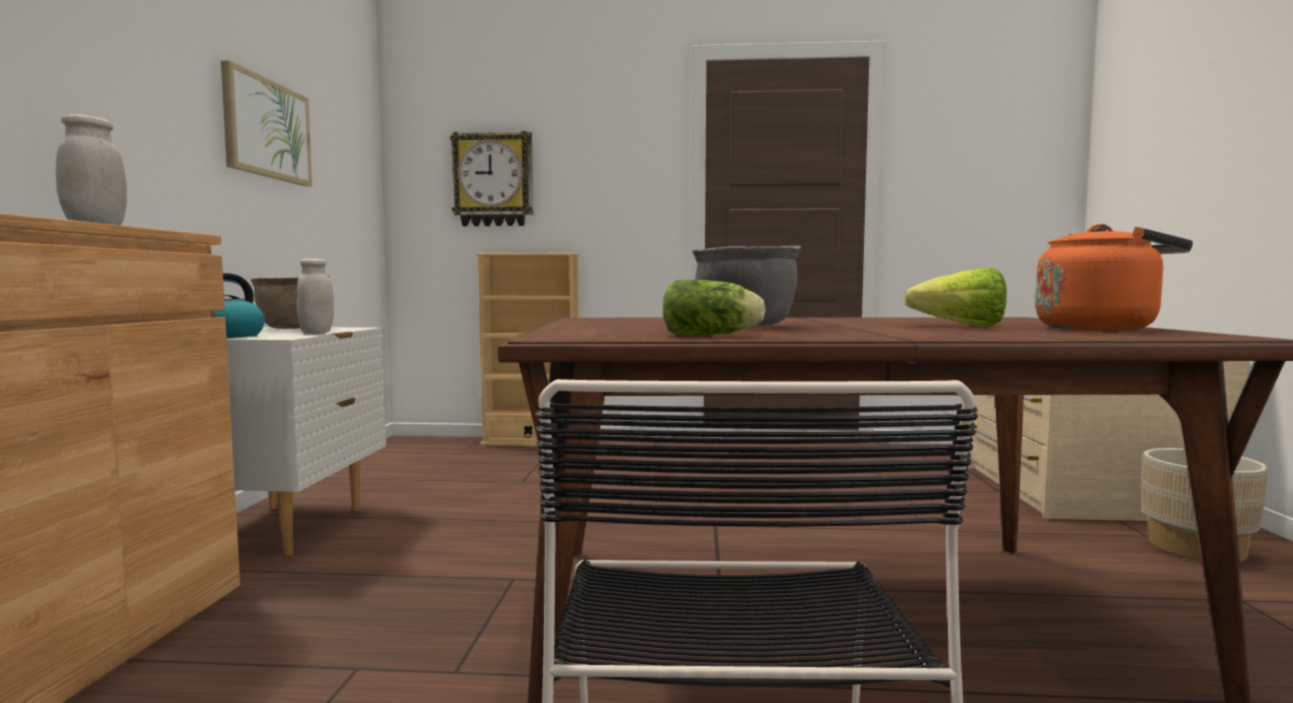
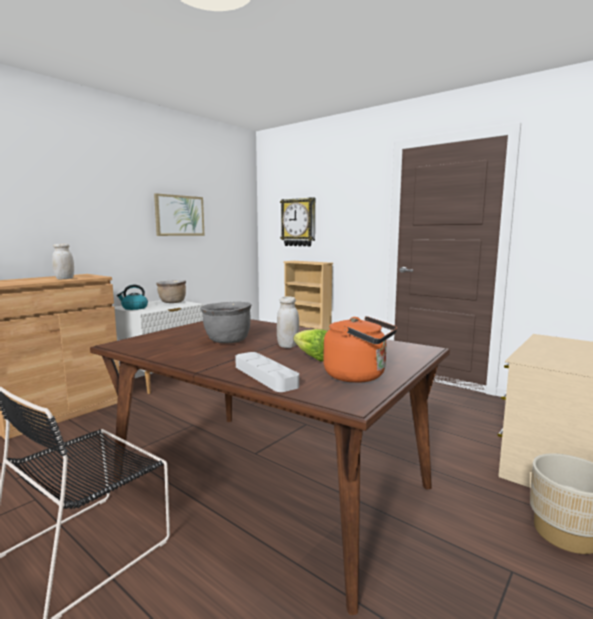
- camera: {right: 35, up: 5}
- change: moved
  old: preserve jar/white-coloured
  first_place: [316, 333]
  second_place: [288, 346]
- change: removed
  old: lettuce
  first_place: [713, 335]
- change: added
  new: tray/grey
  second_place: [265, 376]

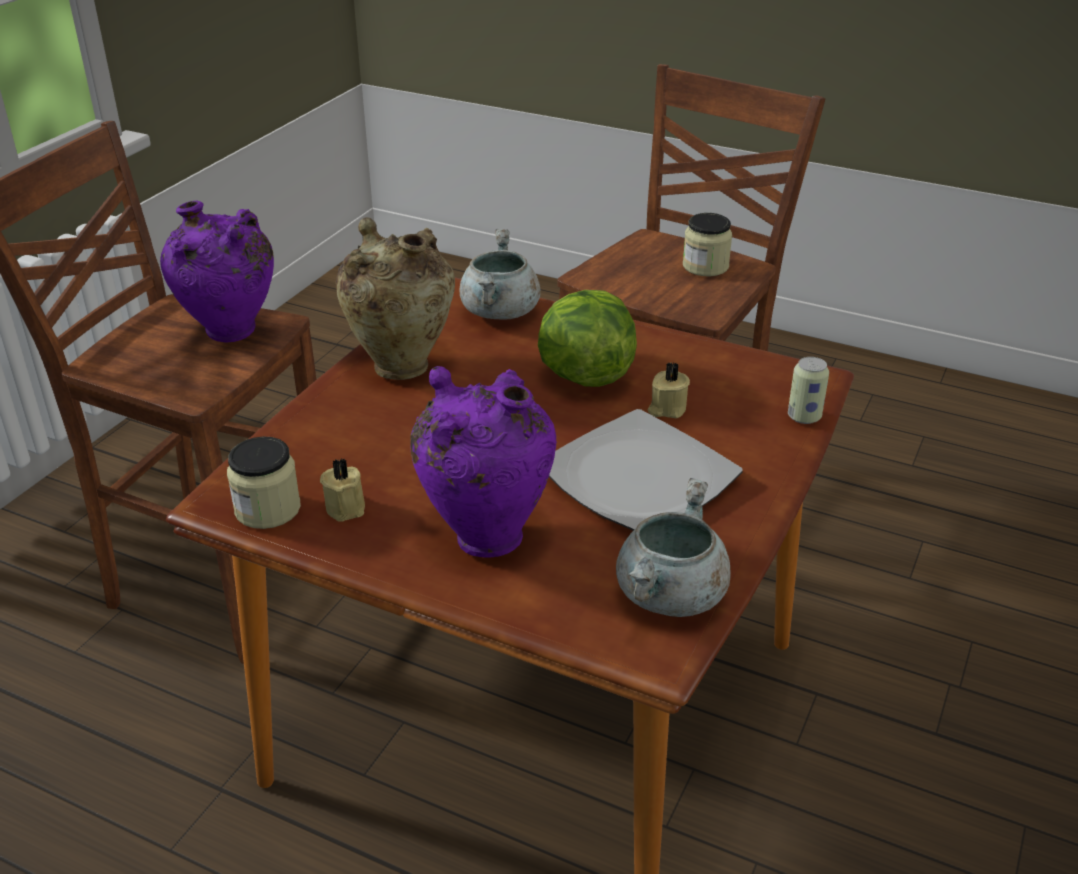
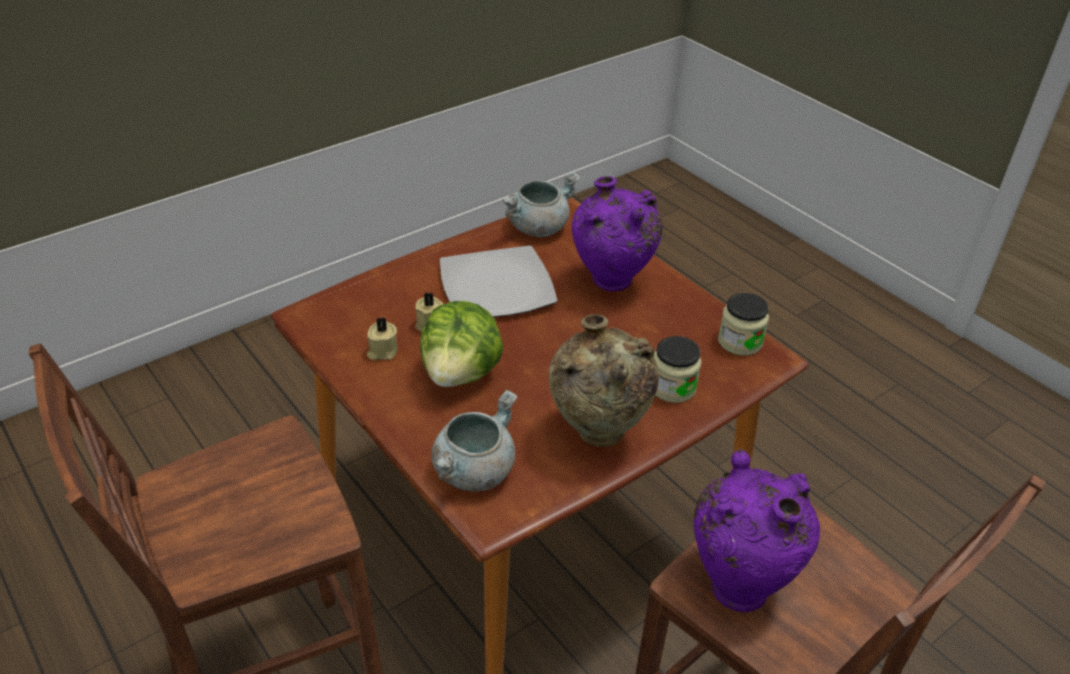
- camera: {right: -155, up: 5}
- change: moved
  old: preserve jar
  first_place: [705, 266]
  second_place: [672, 387]
- change: removed
  old: can
  first_place: [804, 417]
- change: moved
  old: candle/beige
  first_place: [347, 506]
  second_place: [382, 351]

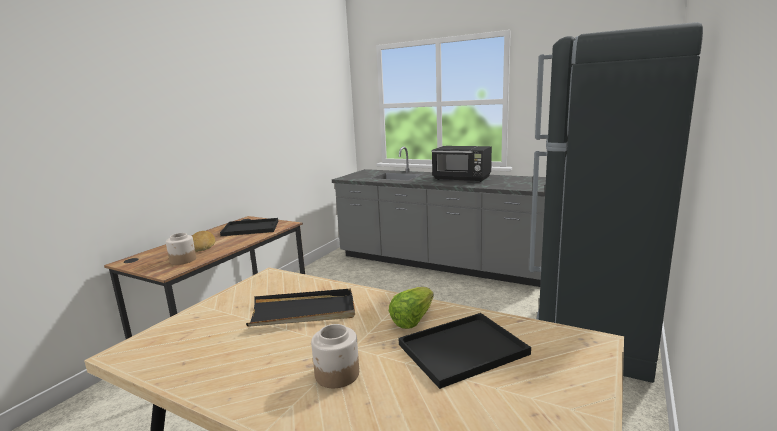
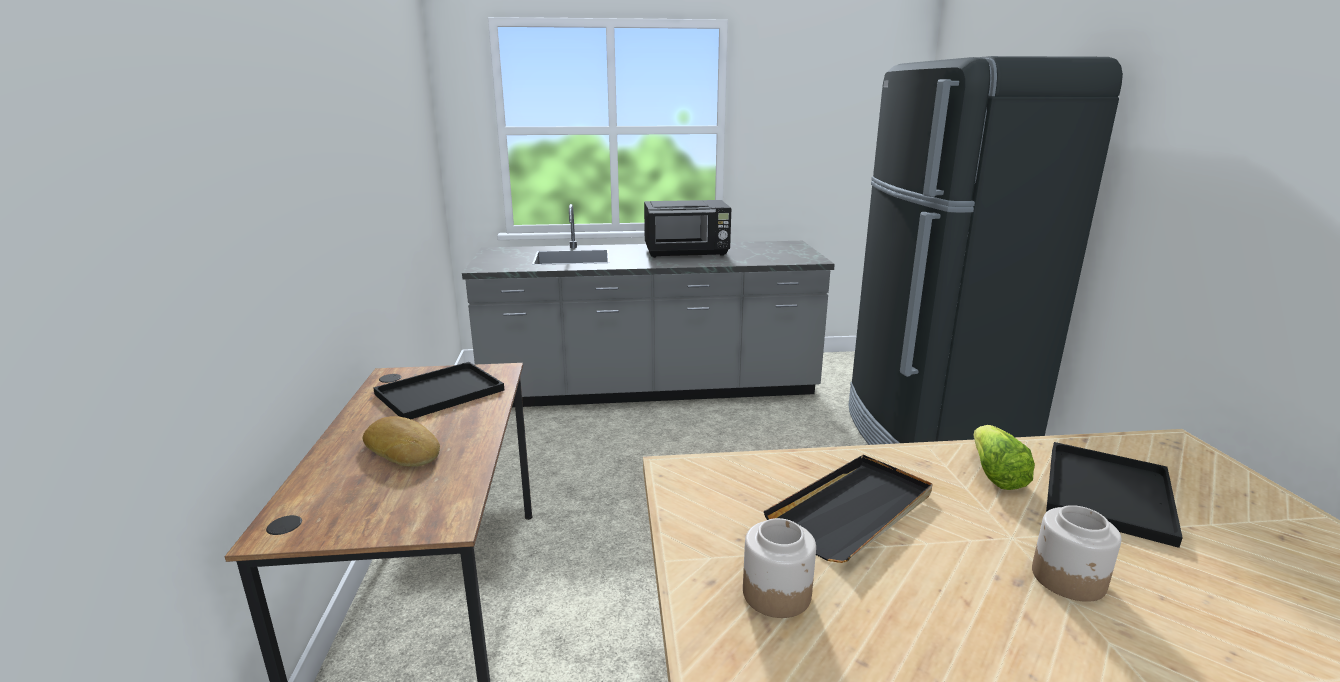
- camera: {right: -35, up: 5}
- change: moved
  old: preserve jar
  first_place: [183, 260]
  second_place: [777, 593]

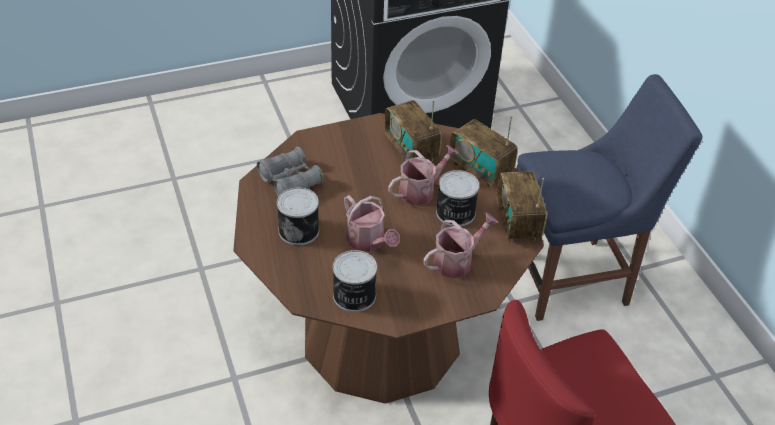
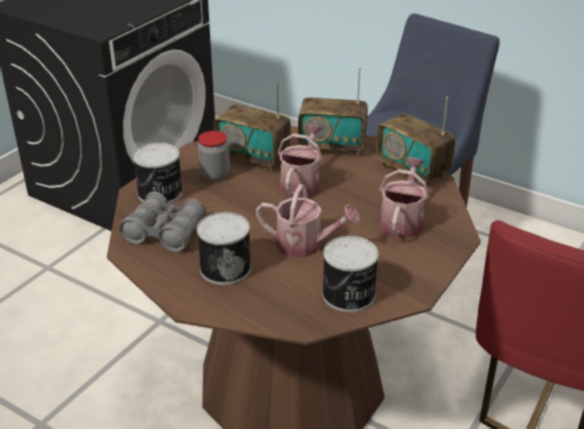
- camera: {right: -35, up: -10}
- change: moved
  old: can
  first_place: [455, 213]
  second_place: [160, 193]
- change: added
  new: preserve jar
  second_place: [214, 175]

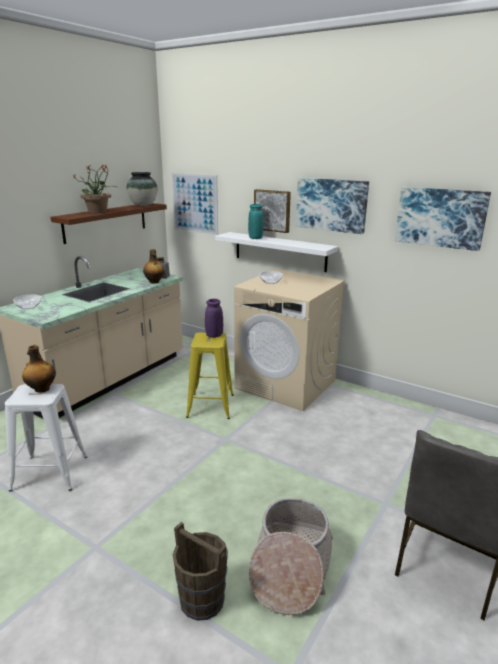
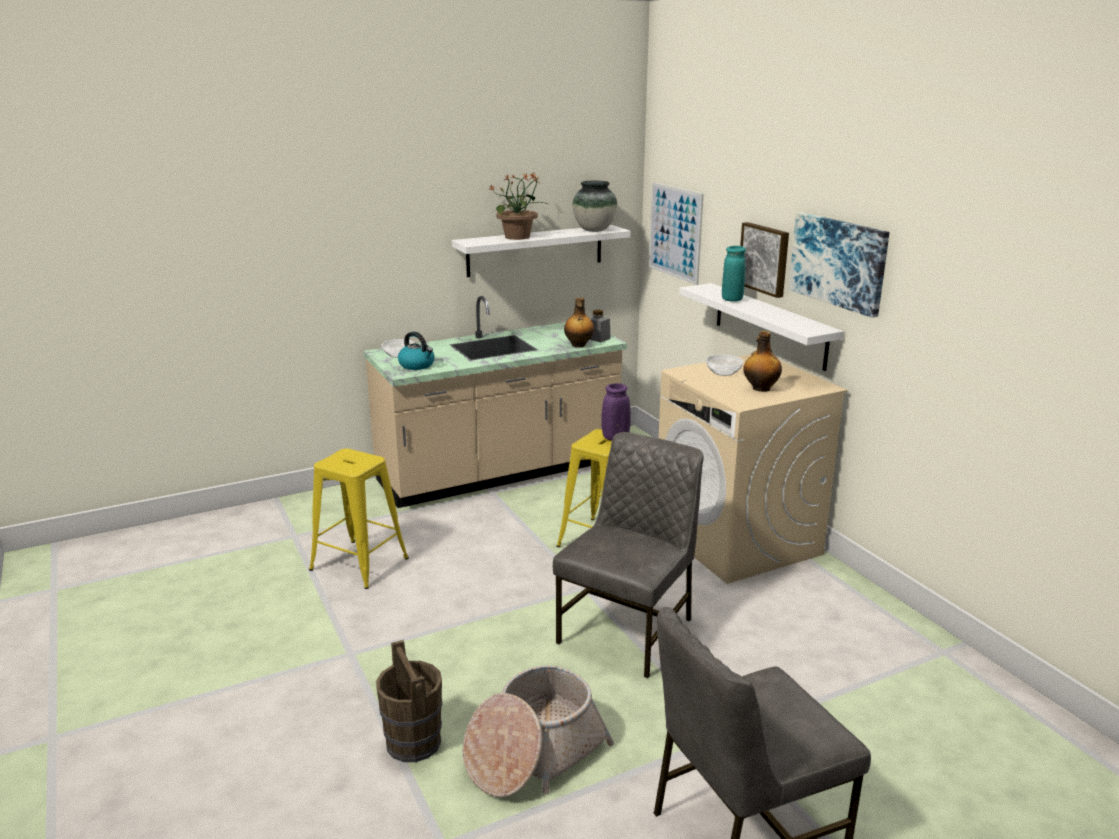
- camera: {right: 30, up: 0}
- change: removed
  old: picture
  first_place: [440, 217]
- change: recoloured
  old: shelf/brown
  new: shelf/white-coloured
  first_place: [106, 222]
  second_place: [535, 250]
- change: moved
  old: beverage bottle
  first_place: [41, 389]
  second_place: [760, 388]
- change: recoloured
  old: sitting stool/white-coloured
  new: sitting stool/yellow
  first_place: [50, 473]
  second_place: [359, 564]
- change: added
  new: tea kettle
  second_place: [417, 365]
- change: added
  new: chair/grey
  second_place: [629, 630]

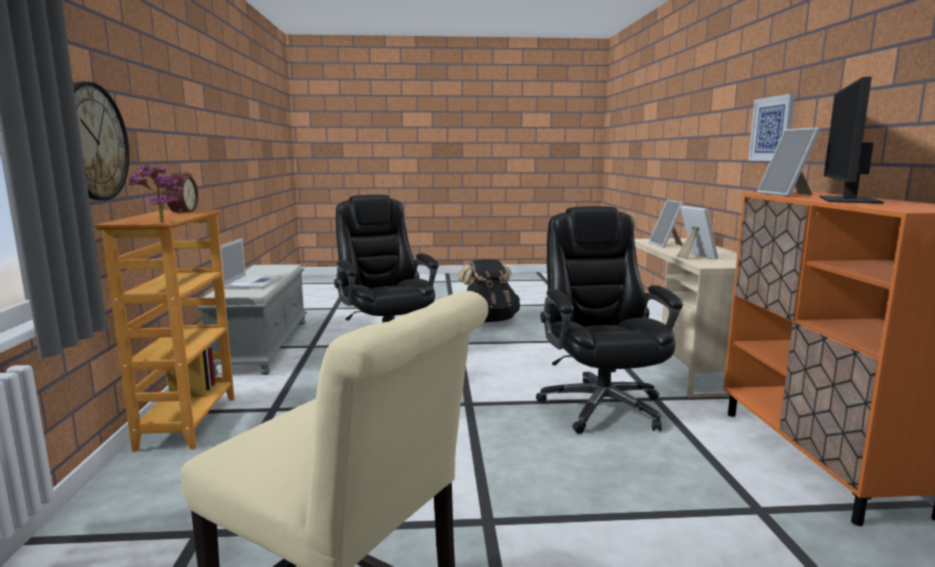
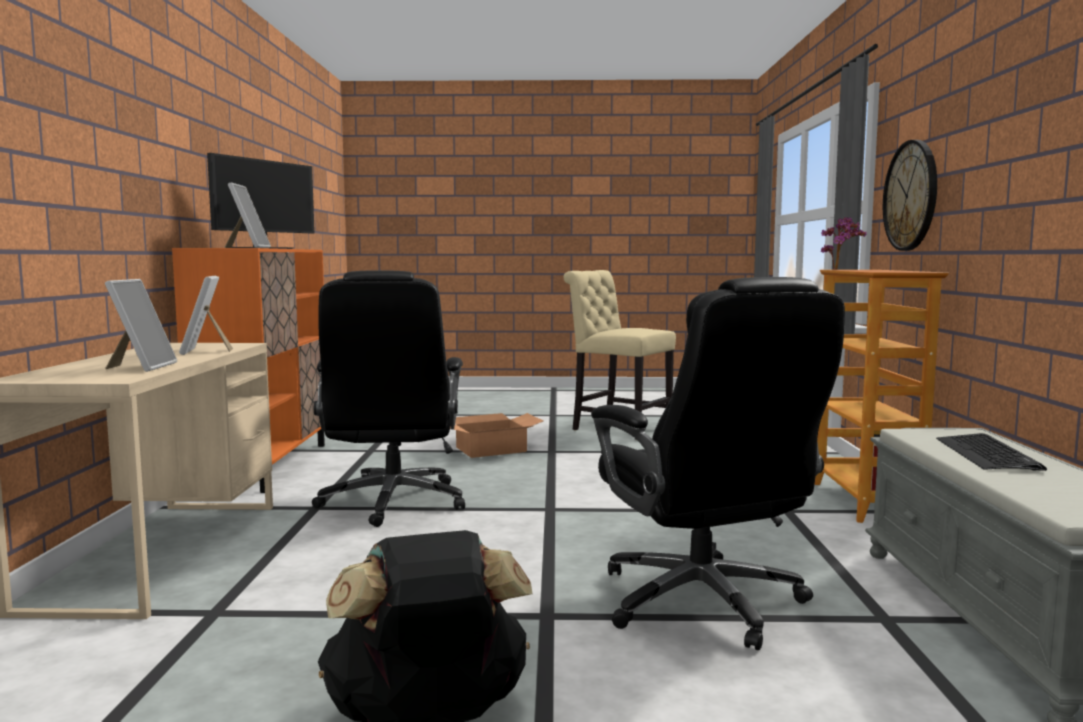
- camera: {right: -175, up: -5}
- change: removed
  old: picture
  first_place: [772, 129]
- change: removed
  old: alarm clock
  first_place: [181, 212]
- change: replaced
  old: portable computer
  new: keyboard
  first_place: [252, 282]
  second_place: [987, 454]
- change: added
  new: cardboard box
  second_place: [491, 449]

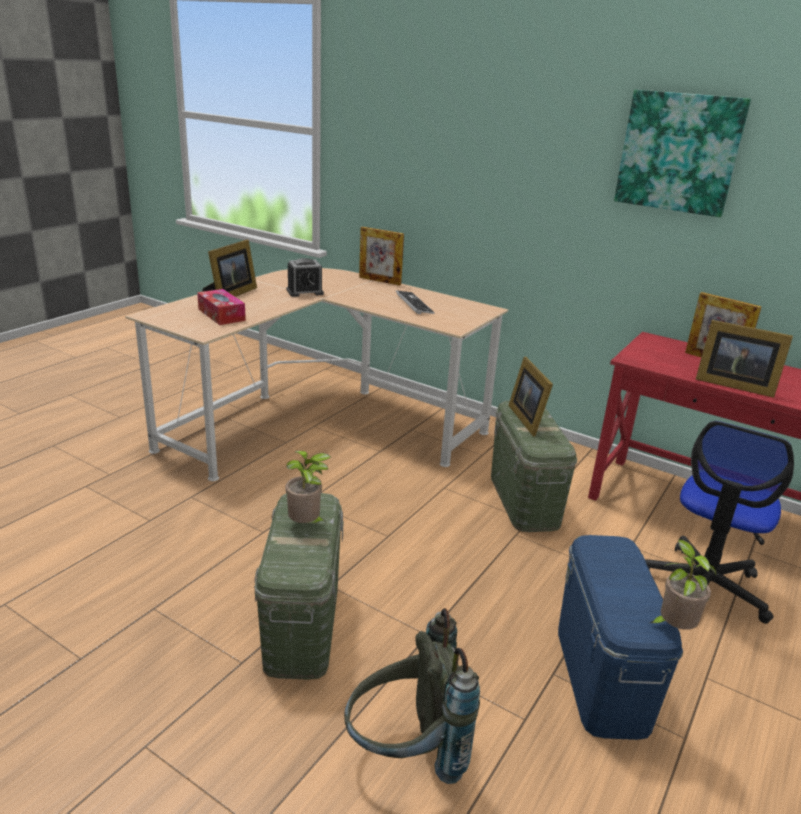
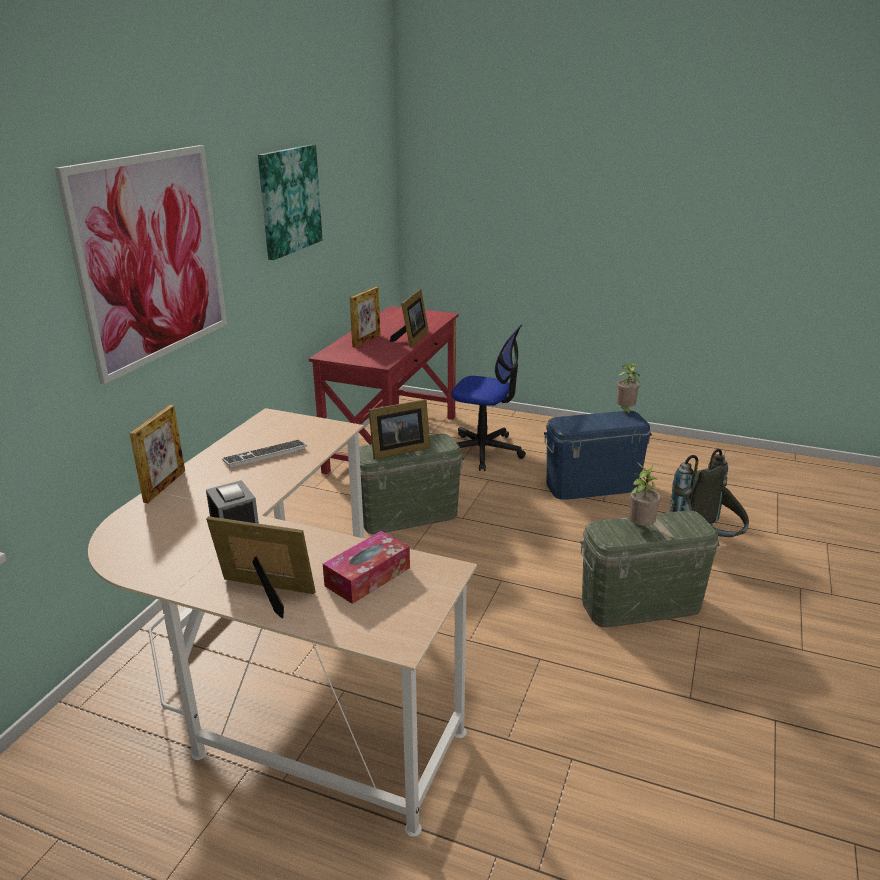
- camera: {right: -100, up: 0}
- change: added
  new: picture
  second_place: [152, 258]

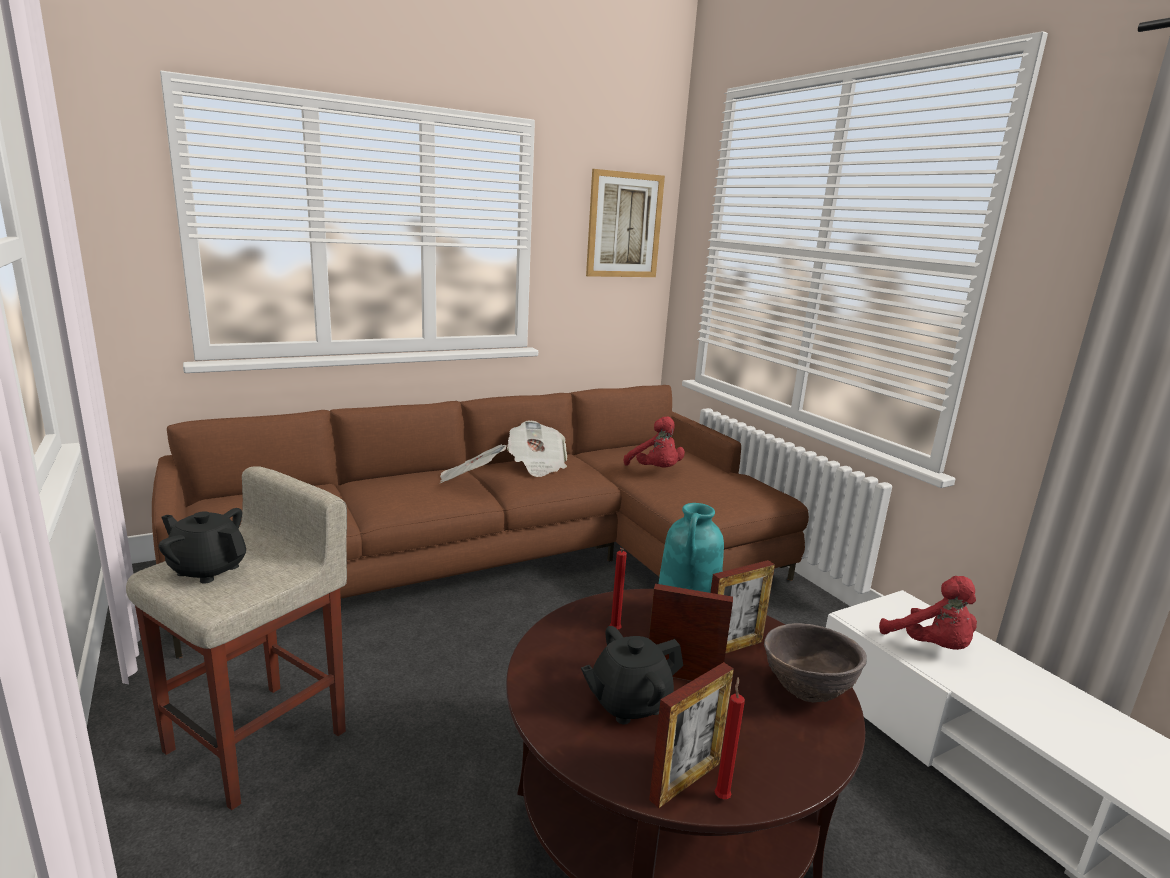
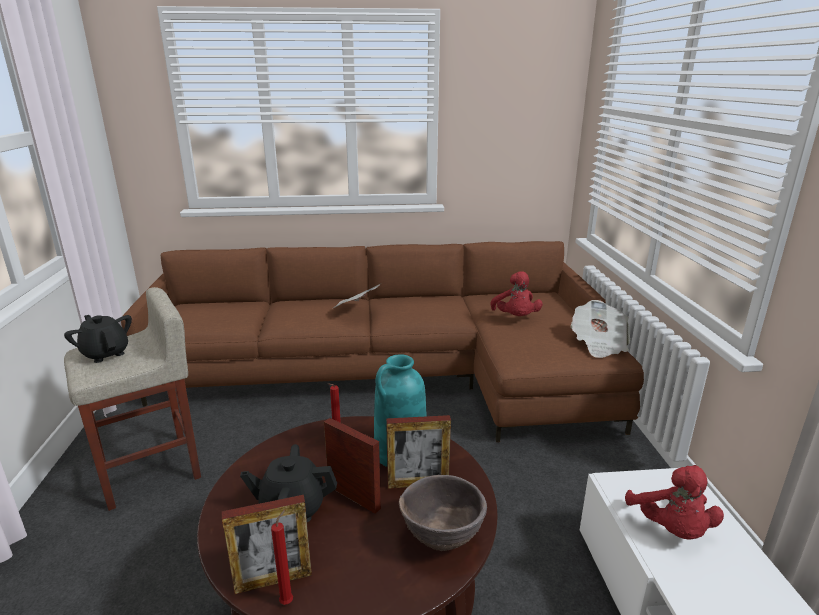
- camera: {right: 25, up: 5}
- change: removed
  old: picture
  first_place: [624, 225]
- change: moved
  old: newspaper
  first_place: [537, 465]
  second_place: [598, 344]

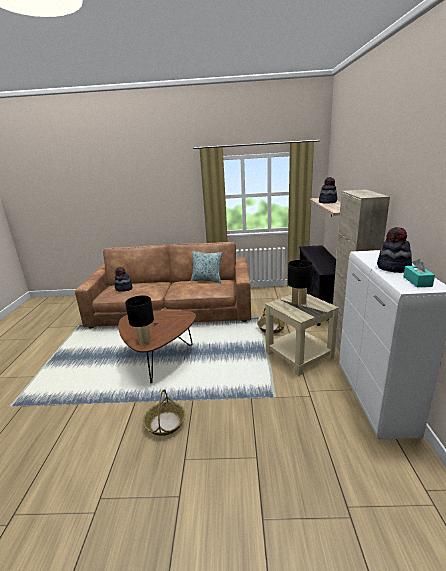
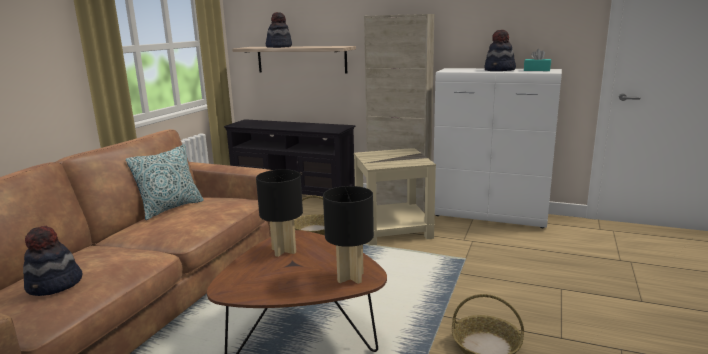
- camera: {right: -70, up: -5}
- change: moved
  old: table lamp/black-coloured
  first_place: [299, 304]
  second_place: [284, 251]

